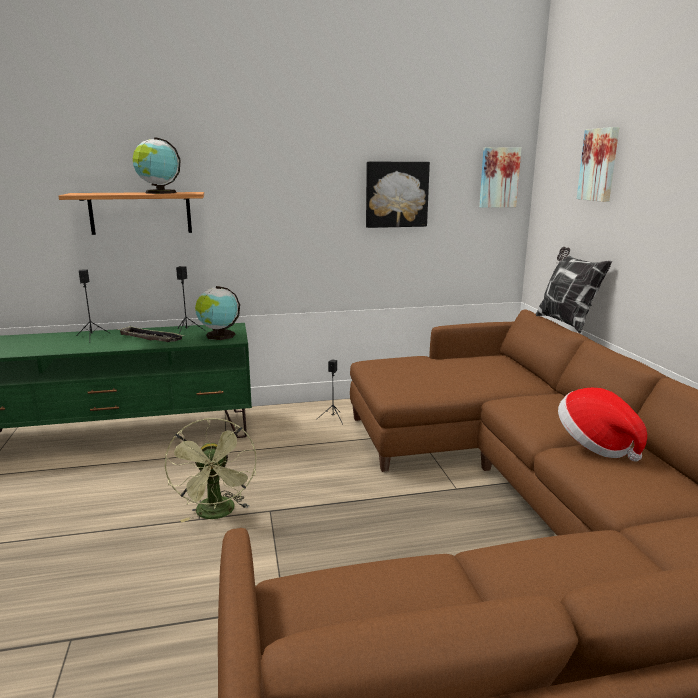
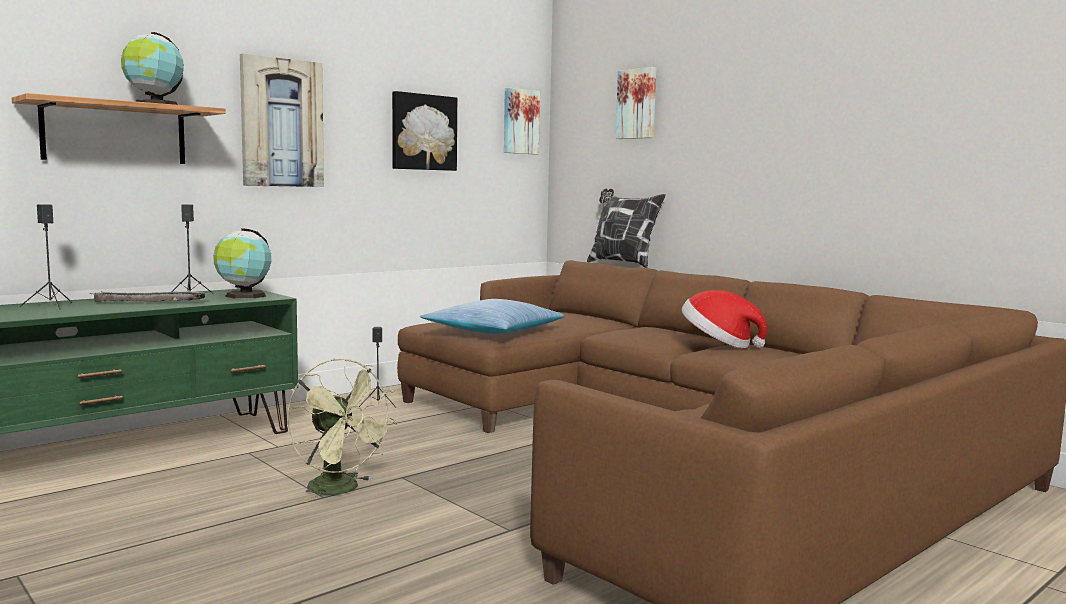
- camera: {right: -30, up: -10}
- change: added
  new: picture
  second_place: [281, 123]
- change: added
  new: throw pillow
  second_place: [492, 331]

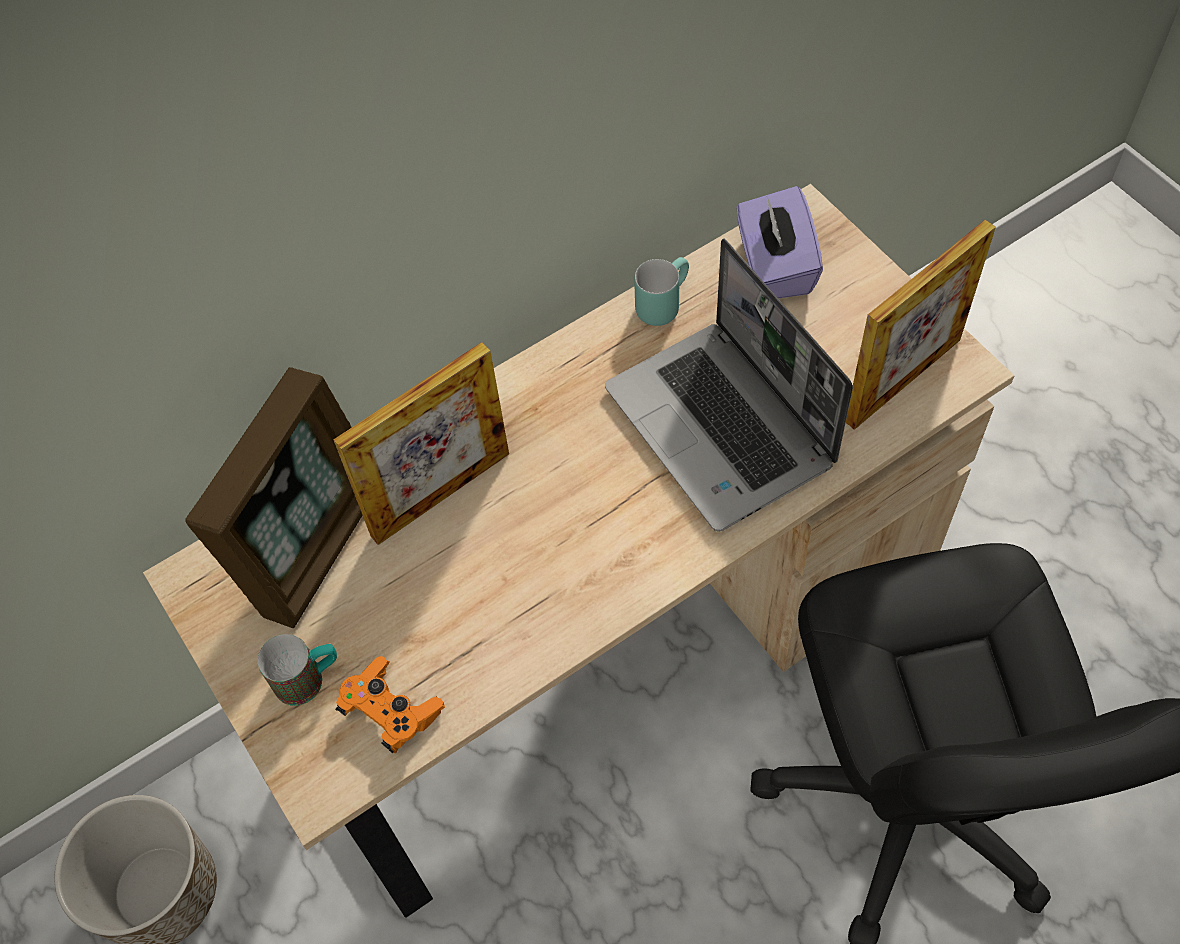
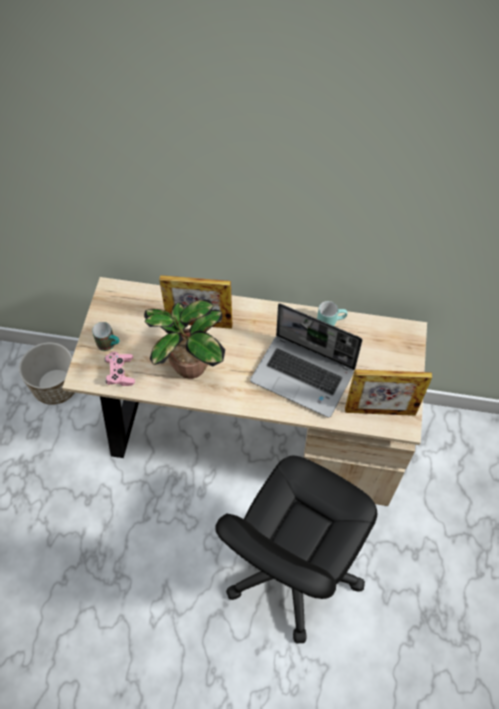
- camera: {right: 40, up: 0}
- change: removed
  old: box of tissues/purple-coloured
  first_place: [774, 266]
- change: turned
  old: portable computer
  first_place: [723, 427]
  second_place: [304, 376]
  degrees: -75
- change: removed
  old: standing frame
  first_place: [313, 544]
- change: recoloured
  old: gamepad/orangey
  new: gamepad/pink
  first_place: [391, 711]
  second_place: [120, 373]
- change: added
  new: potted plant
  second_place: [188, 366]

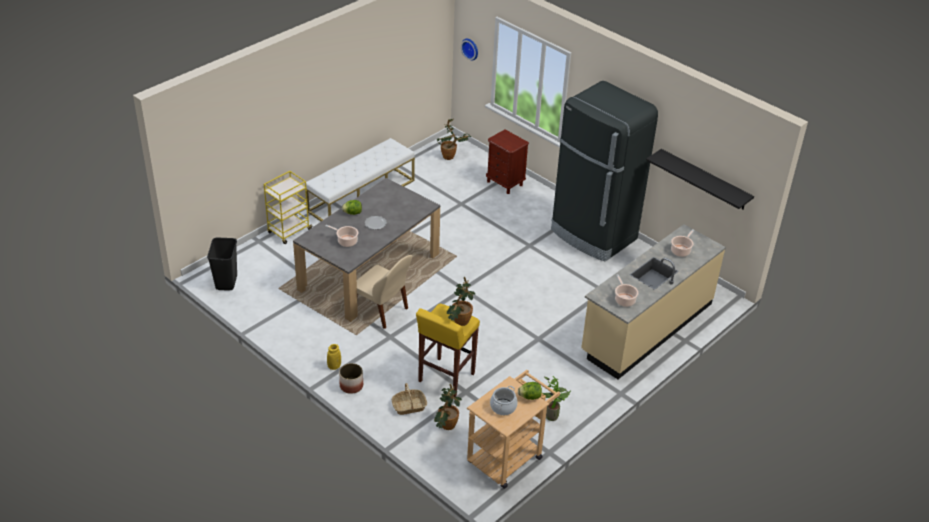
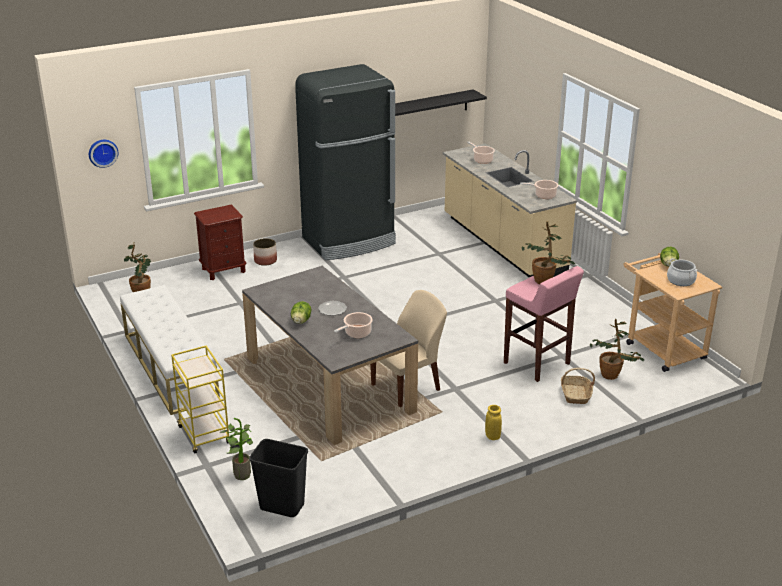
- camera: {right: -70, up: -10}
- change: recoloured
  old: sitting stool/yellow
  new: sitting stool/pink
  first_place: [446, 378]
  second_place: [537, 364]
- change: moved
  old: flower pot
  first_place: [351, 385]
  second_place: [265, 261]
- change: moved
  old: potted plant
  first_place: [553, 415]
  second_place: [241, 473]

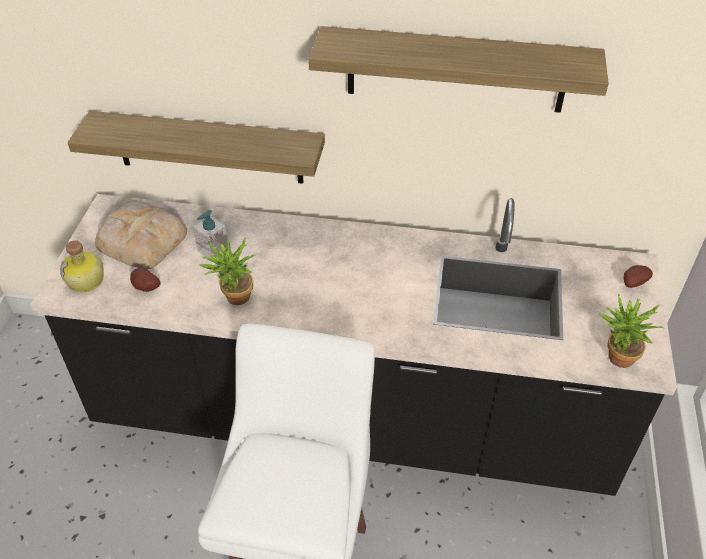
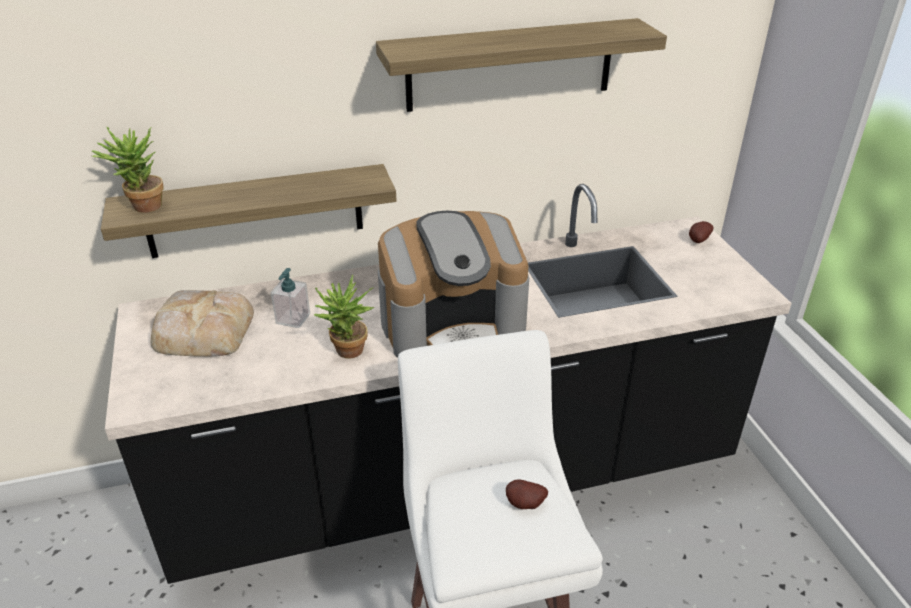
- camera: {right: -25, up: -10}
- change: removed
  old: beverage bottle
  first_place: [86, 281]
- change: moved
  old: spud
  first_place: [145, 288]
  second_place: [525, 505]
- change: moved
  old: potted plant
  first_place: [615, 359]
  second_place: [142, 208]
- change: added
  new: coffee machine
  second_place: [452, 322]

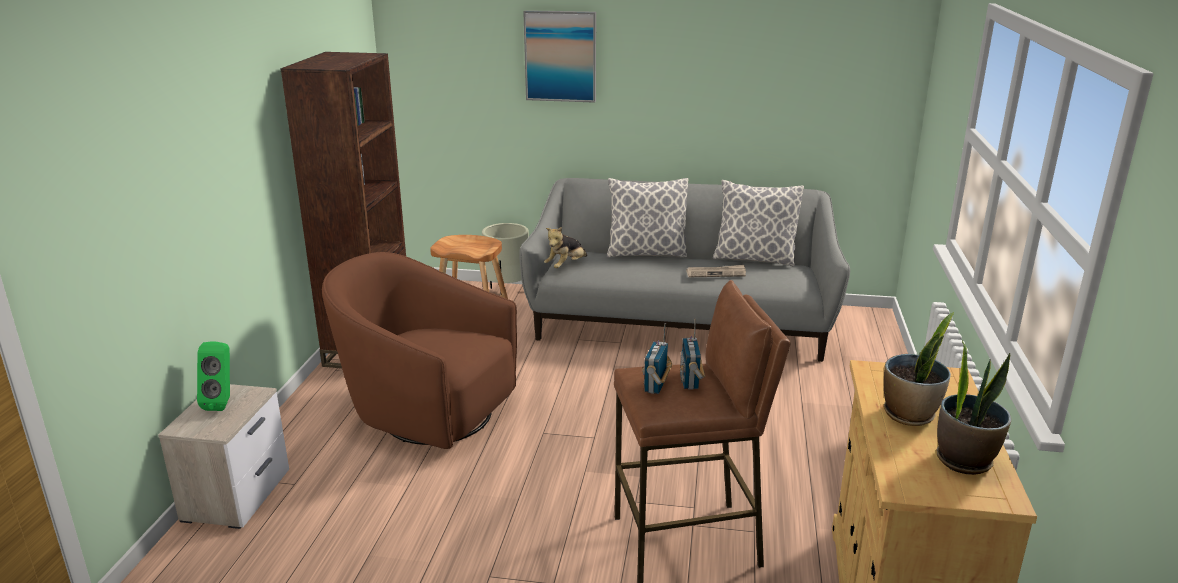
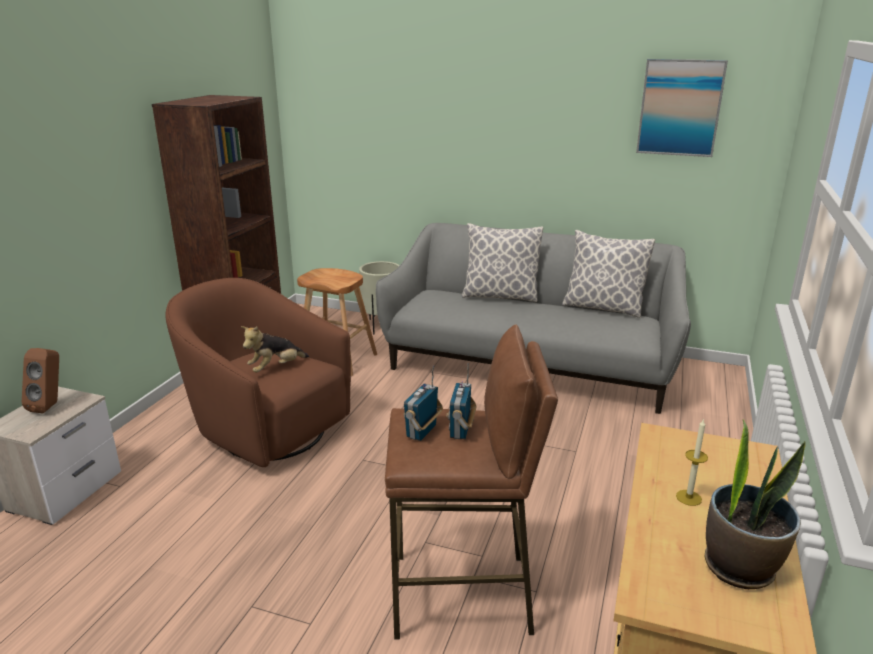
- camera: {right: 10, up: 0}
- change: moved
  old: picture
  first_place: [560, 56]
  second_place: [680, 108]
- change: moved
  old: plush toy
  first_place: [566, 266]
  second_place: [276, 368]
- change: removed
  old: newspaper
  first_place: [716, 273]
- change: replaced
  old: potted plant
  new: candle
  first_place: [909, 415]
  second_place: [688, 497]
- change: recoloured
  old: speaker/greenish
  new: speaker/brown
  first_place: [222, 403]
  second_place: [50, 406]

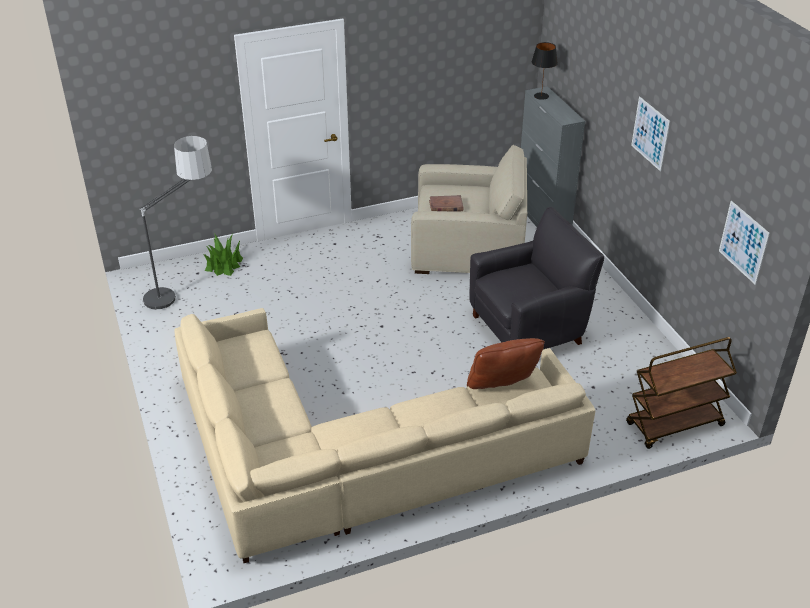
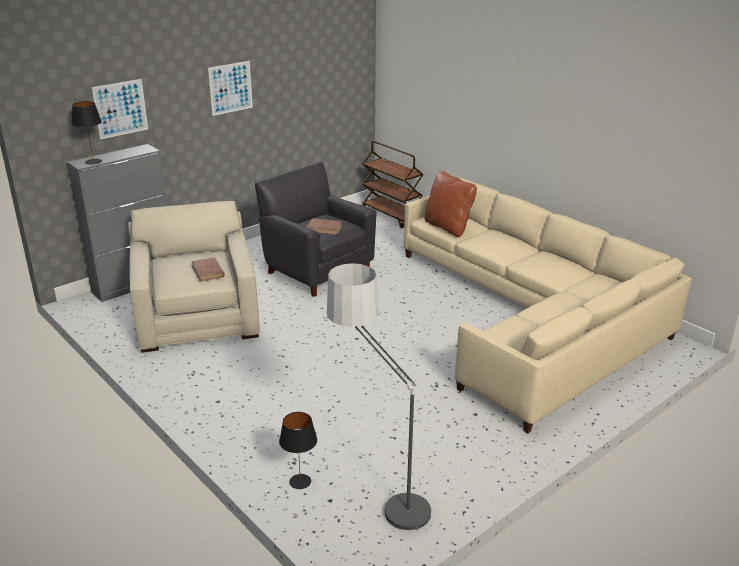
- camera: {right: -110, up: -10}
- change: moved
  old: picture
  first_place: [743, 242]
  second_place: [120, 108]
- change: replaced
  old: potted plant
  new: table lamp/black-coloured
  first_place: [224, 264]
  second_place: [300, 481]
- change: added
  new: volume/brown
  second_place: [324, 228]

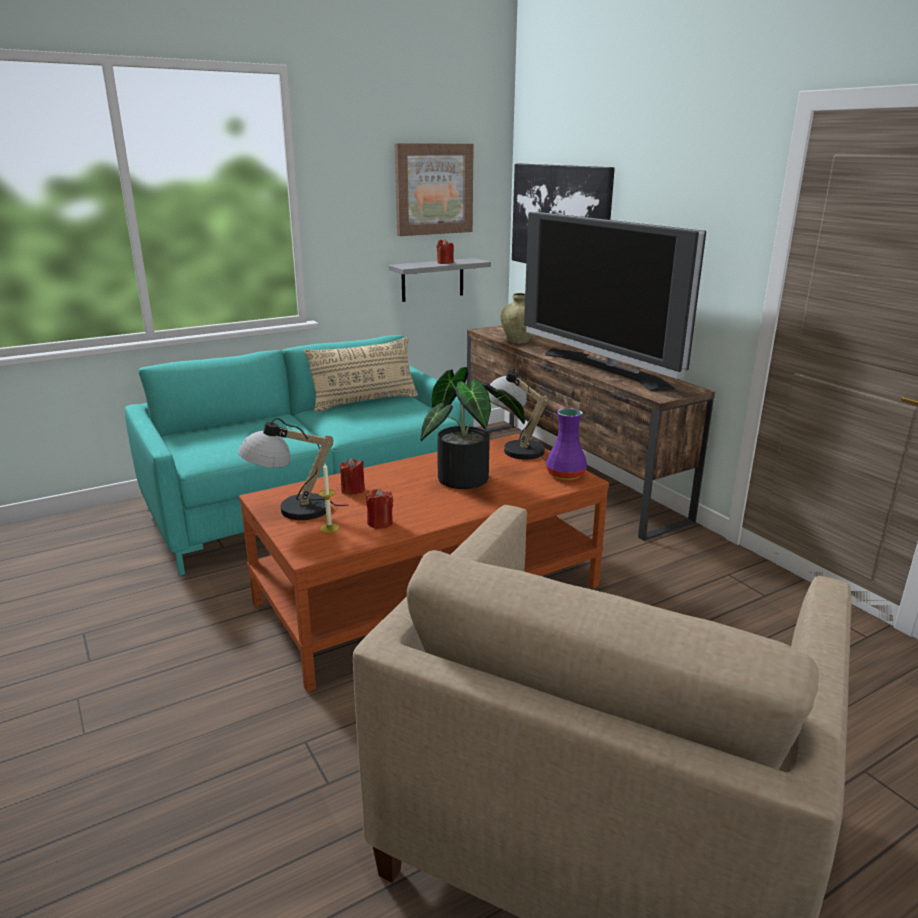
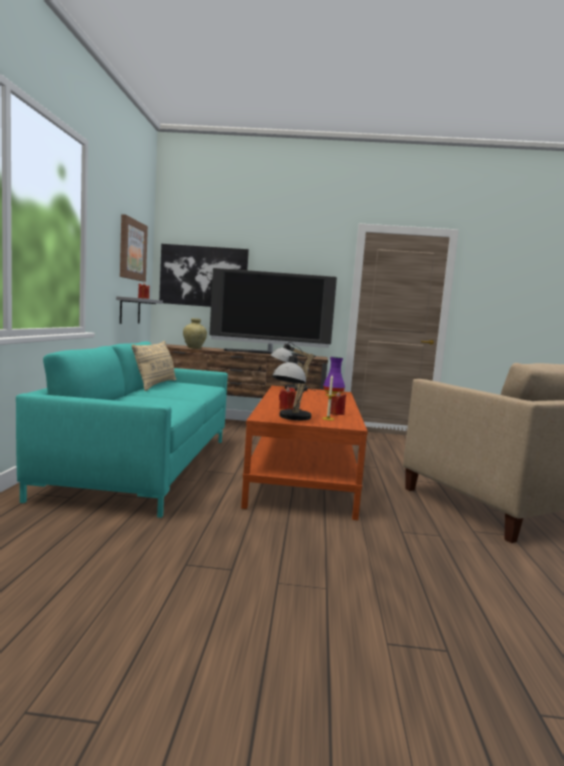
- camera: {right: -55, up: -15}
- change: removed
  old: potted plant
  first_place: [470, 479]

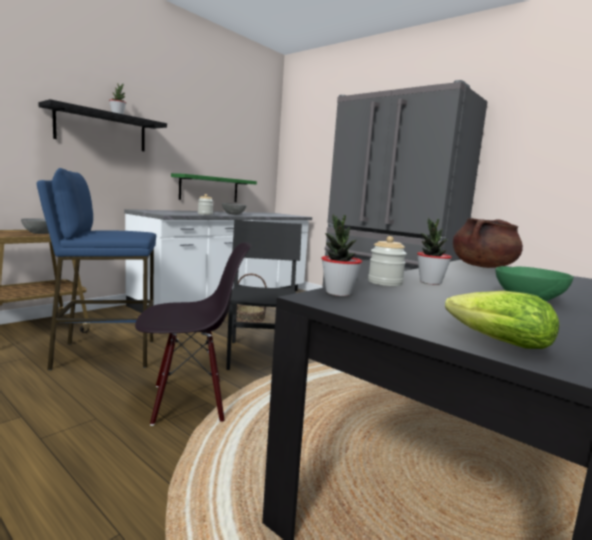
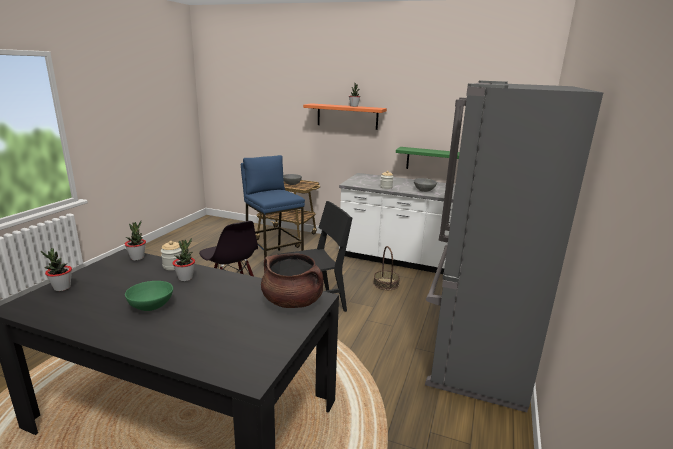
- camera: {right: 70, up: 10}
- change: recoloured
  old: shelf/black-coloured
  new: shelf/orangey
  first_place: [102, 130]
  second_place: [347, 116]
- change: replaced
  old: lettuce
  new: potted plant
  first_place: [492, 340]
  second_place: [62, 288]

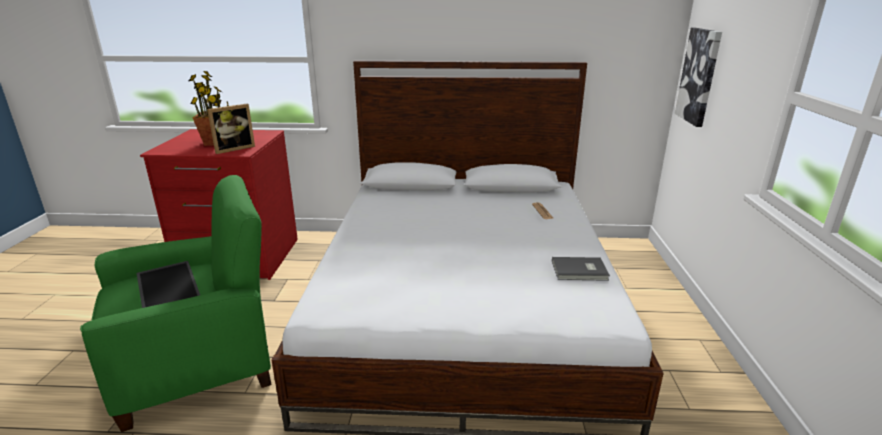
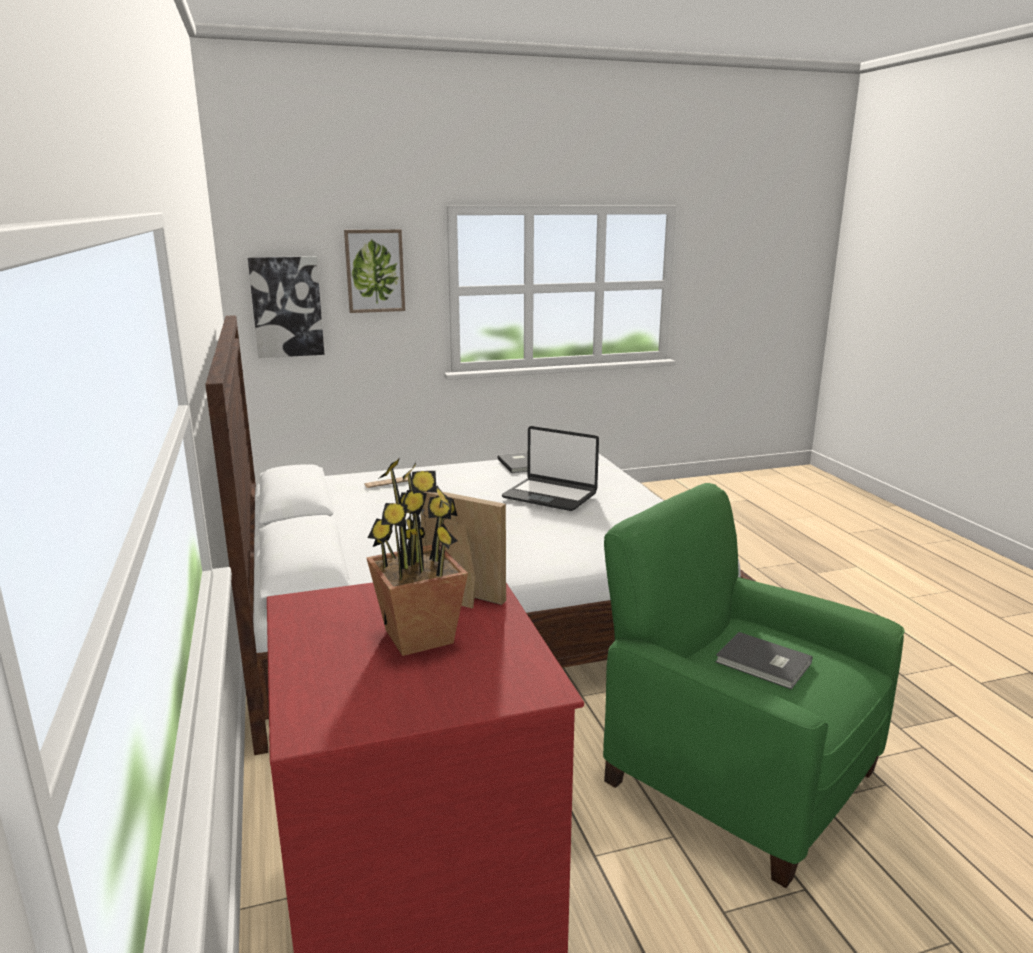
- camera: {right: -110, up: -5}
- change: replaced
  old: tray
  new: volume/grey
  first_place: [166, 286]
  second_place: [763, 664]
- change: added
  new: picture
  second_place: [375, 271]
- change: added
  new: portable computer
  second_place: [550, 495]

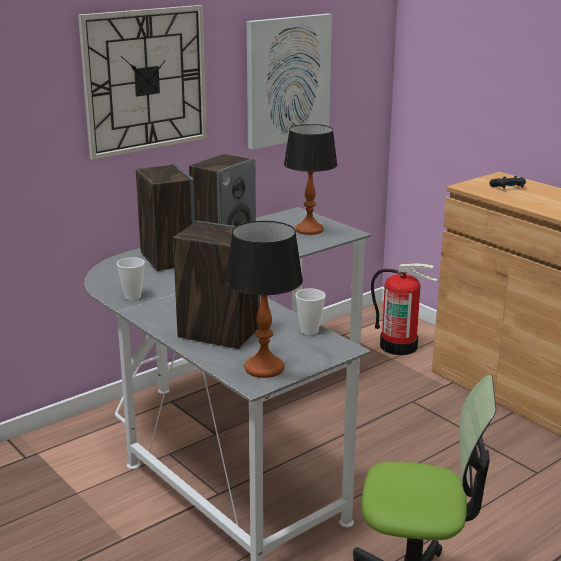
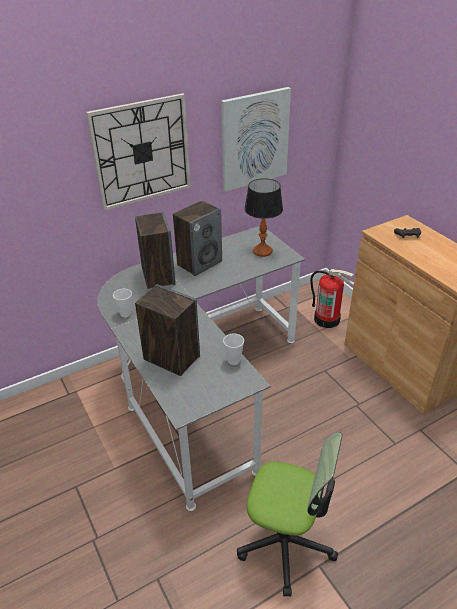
- camera: {right: 10, up: 15}
- change: removed
  old: table lamp
  first_place: [265, 368]

